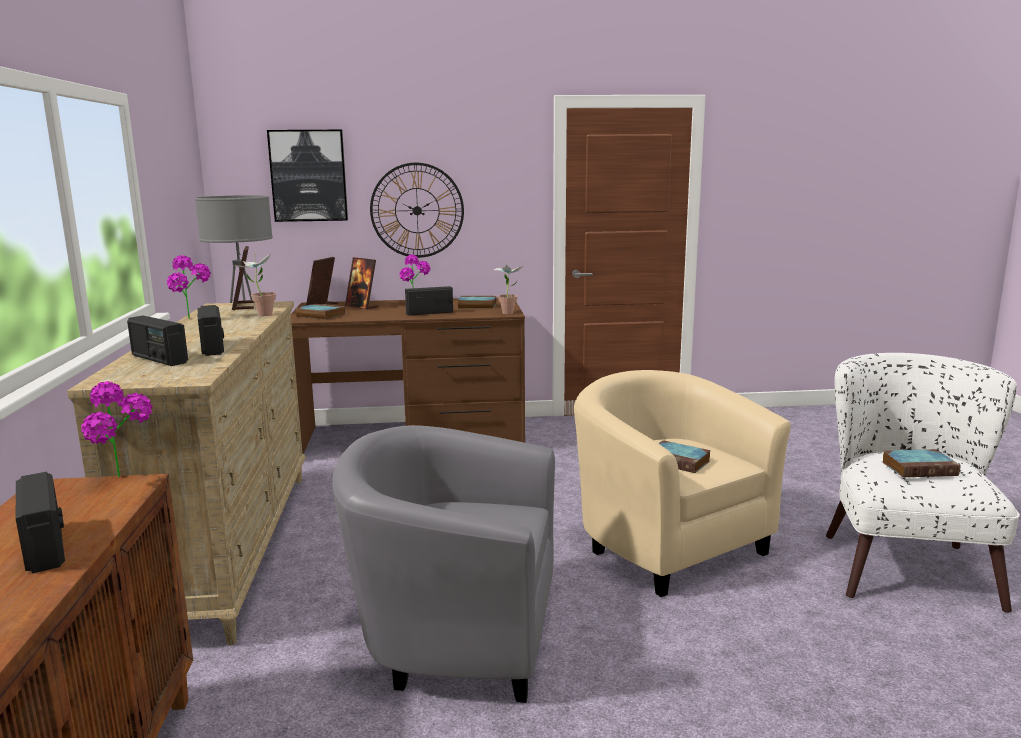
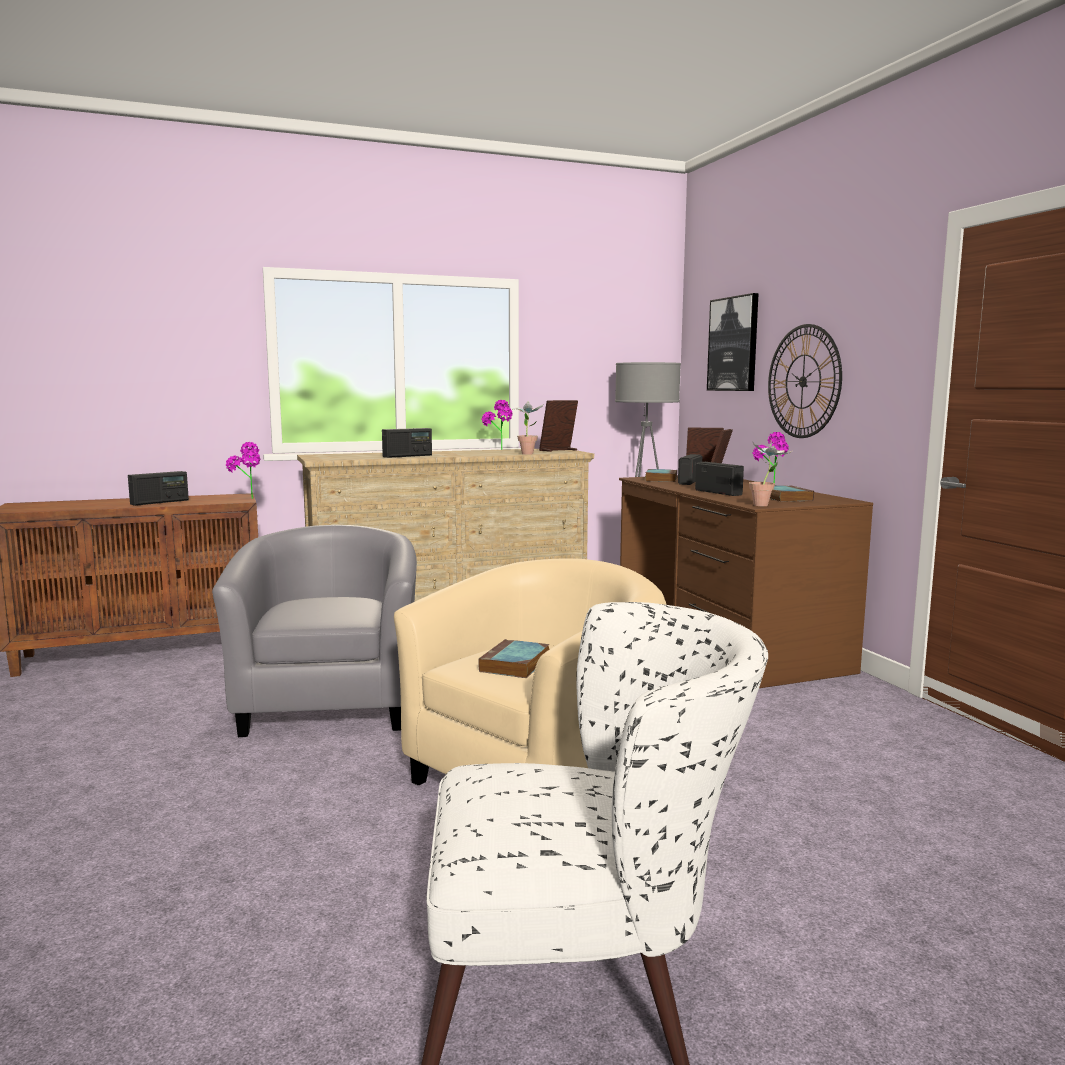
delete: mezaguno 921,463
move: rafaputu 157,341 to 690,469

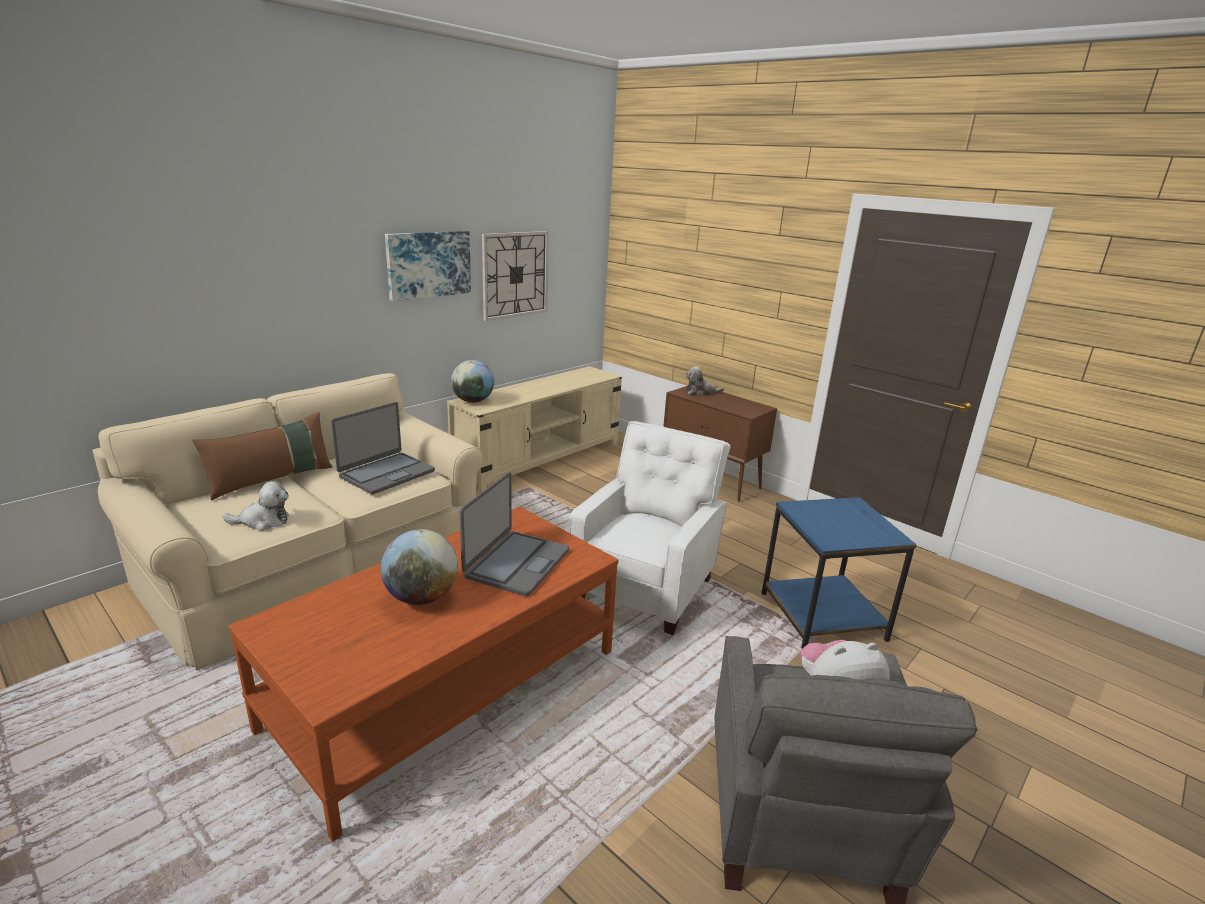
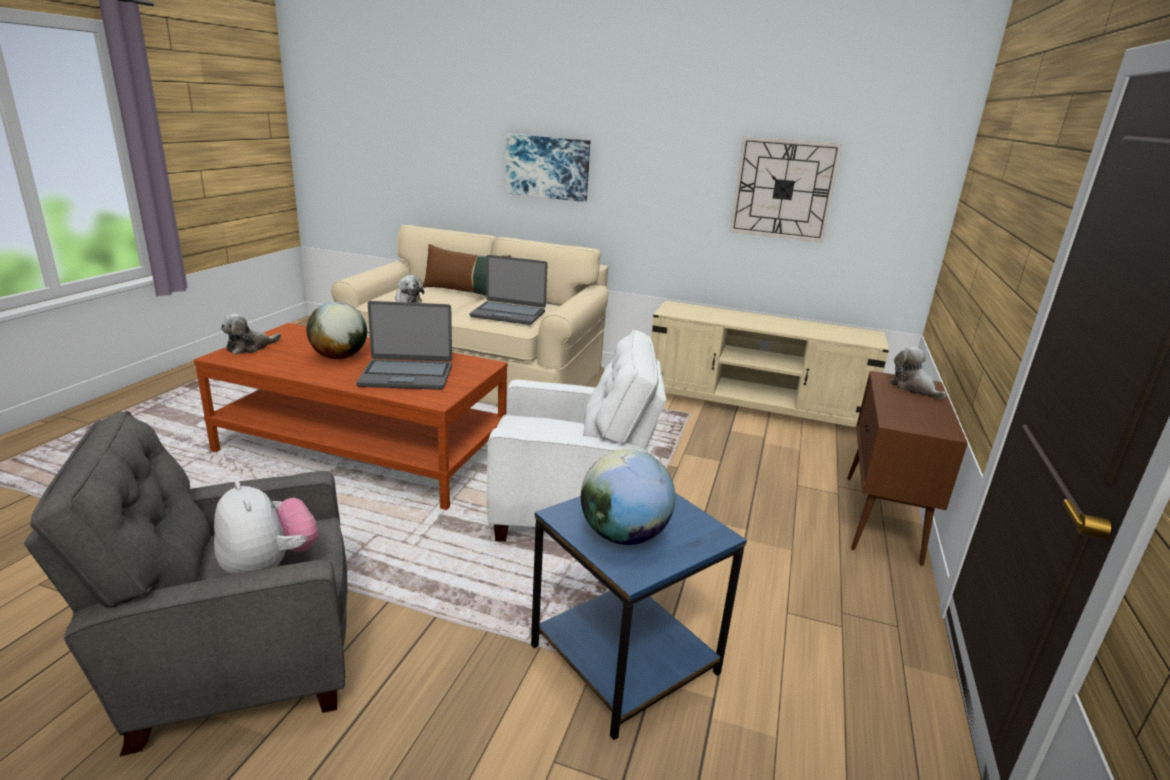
insert: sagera 251,334
move: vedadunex 428,266 to 548,168; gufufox 472,381 to 628,497

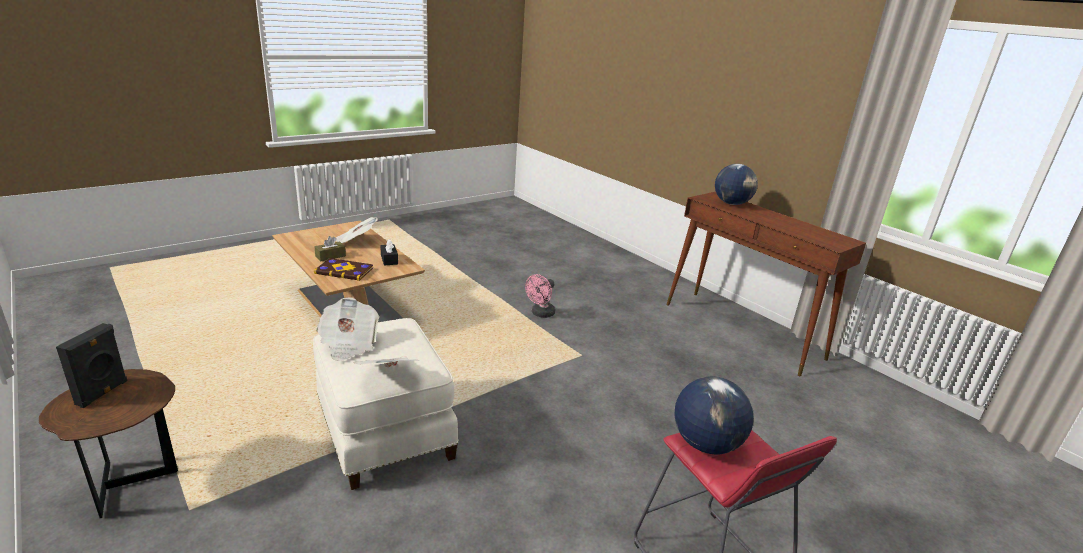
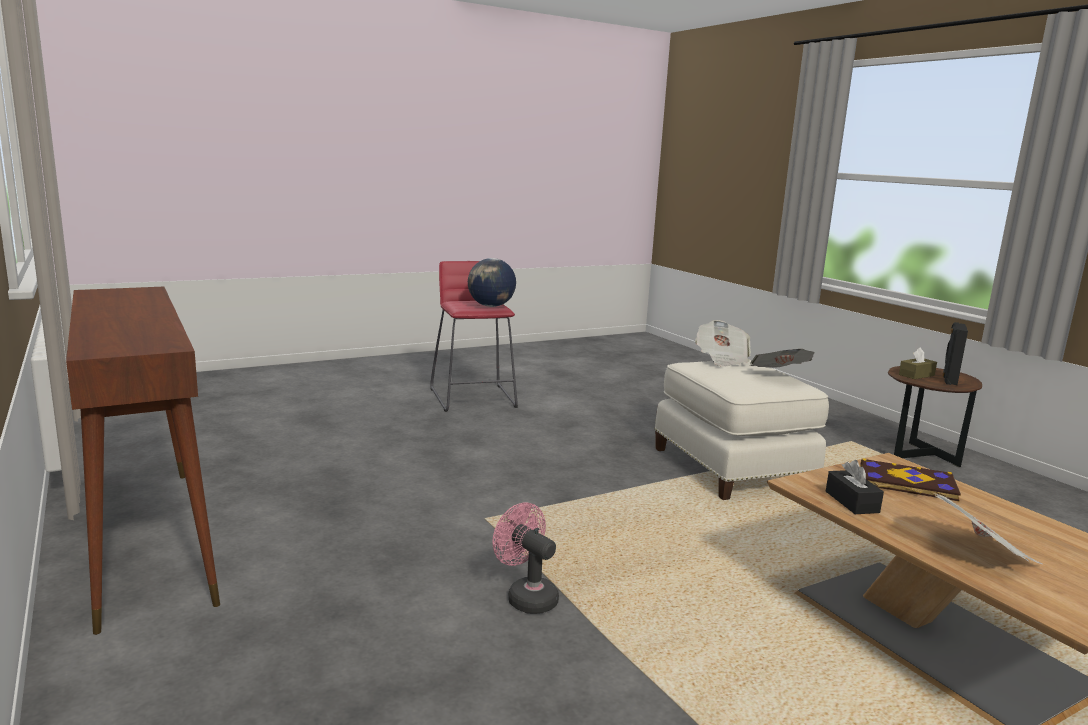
delete: gufufox 736,184
move: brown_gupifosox 330,248 to 918,363
rotate: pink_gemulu 540,296 = 525,558 90 degrees counterclockwise

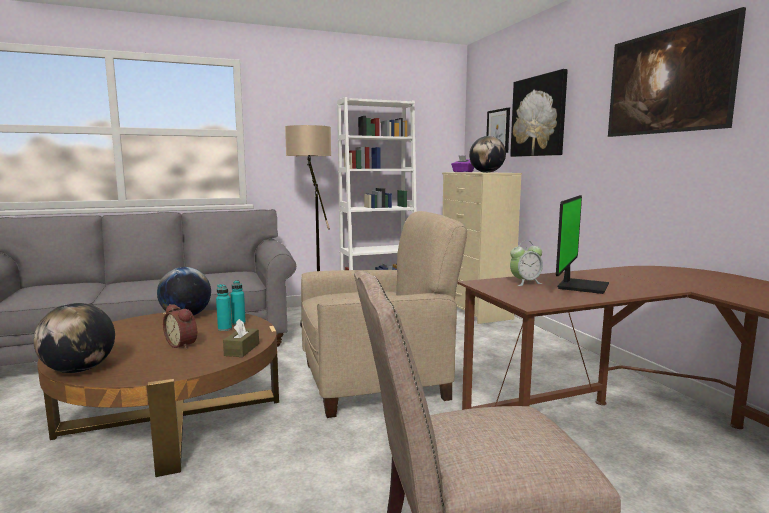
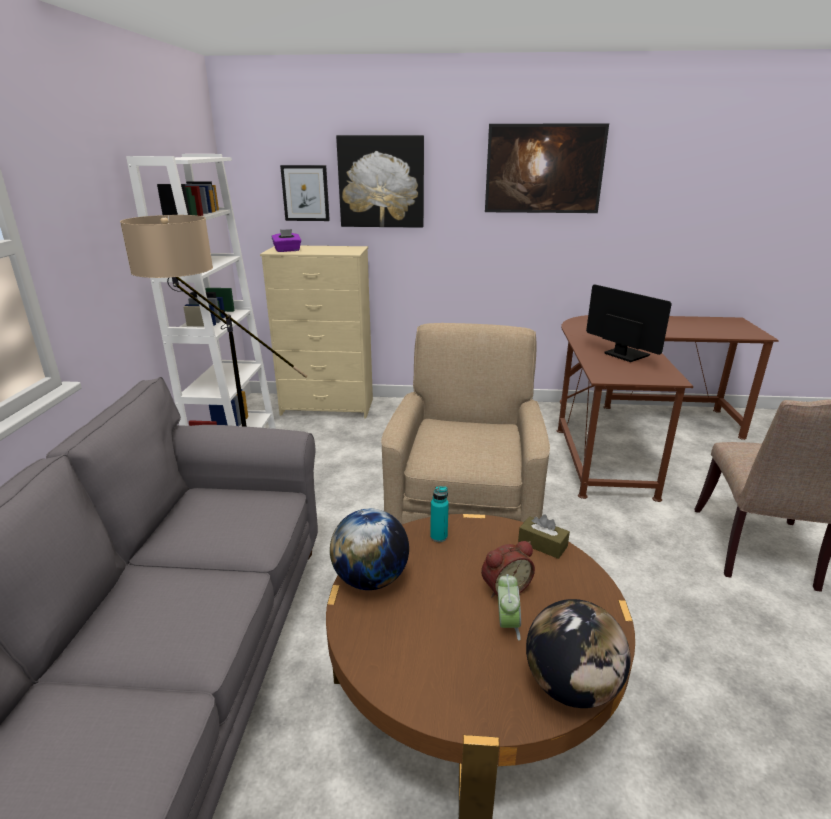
delete: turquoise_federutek 224,307; gufufox 487,154
move: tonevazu 526,263 to 509,607

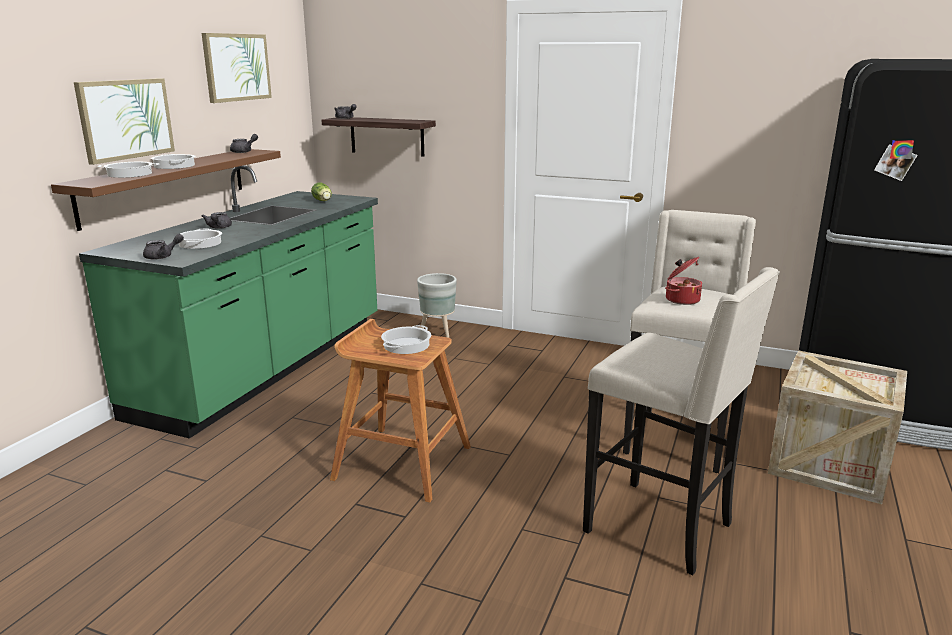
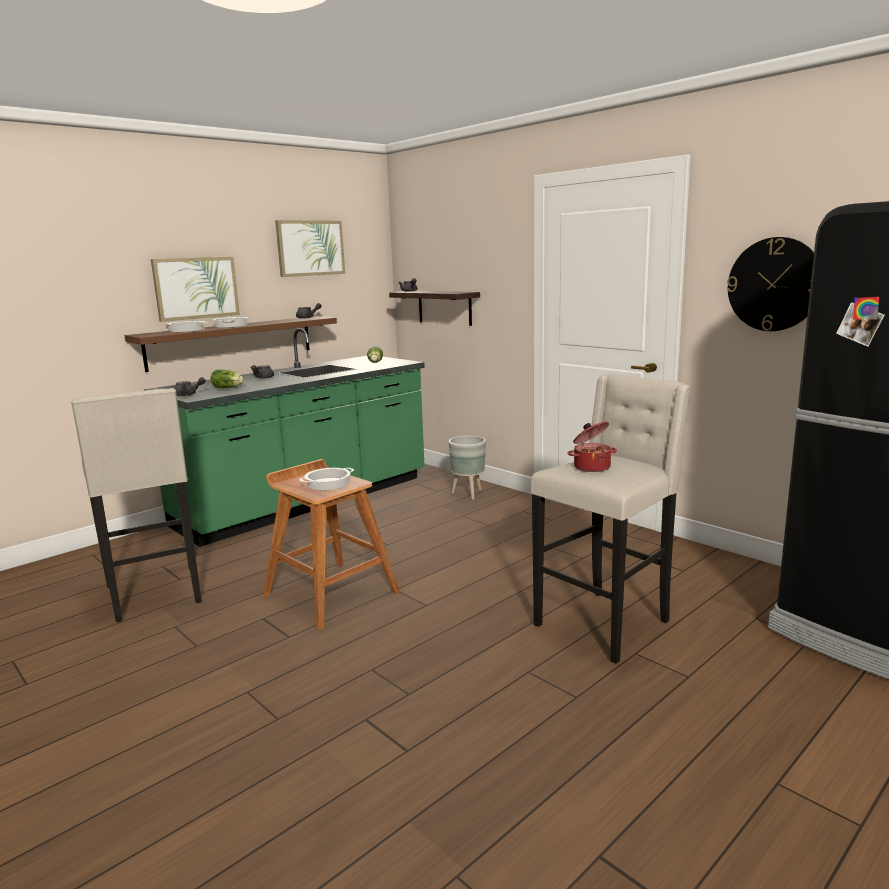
delete: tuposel 837,427
insert: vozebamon 770,284
move: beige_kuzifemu 681,421 to 136,505
replace: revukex 200,238 to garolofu 227,379

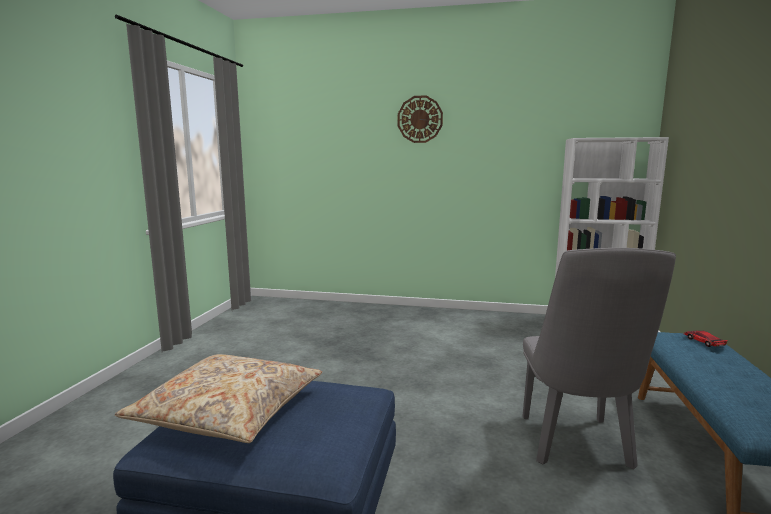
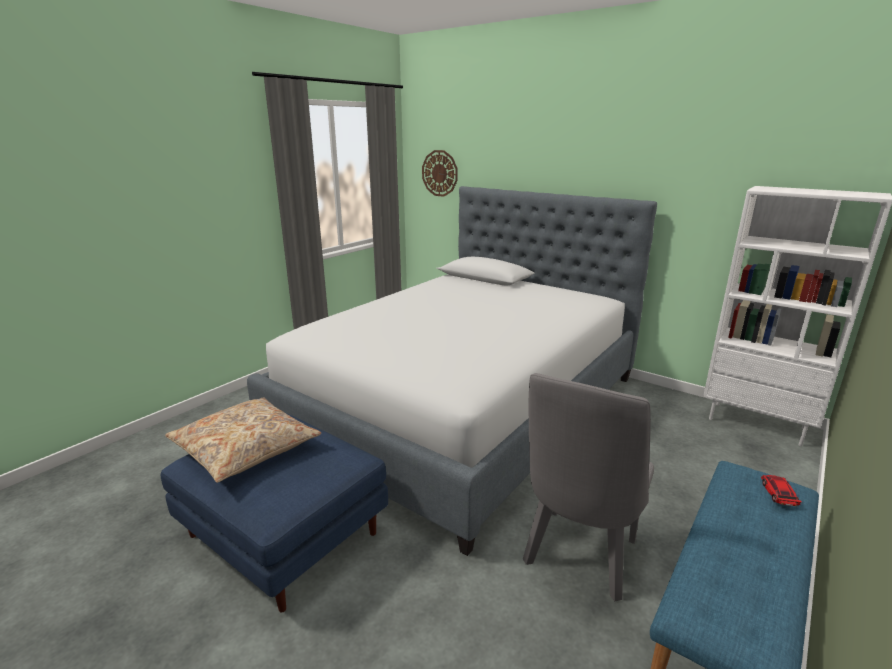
insert: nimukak 452,371
move: vozebamon 420,119 to 440,173

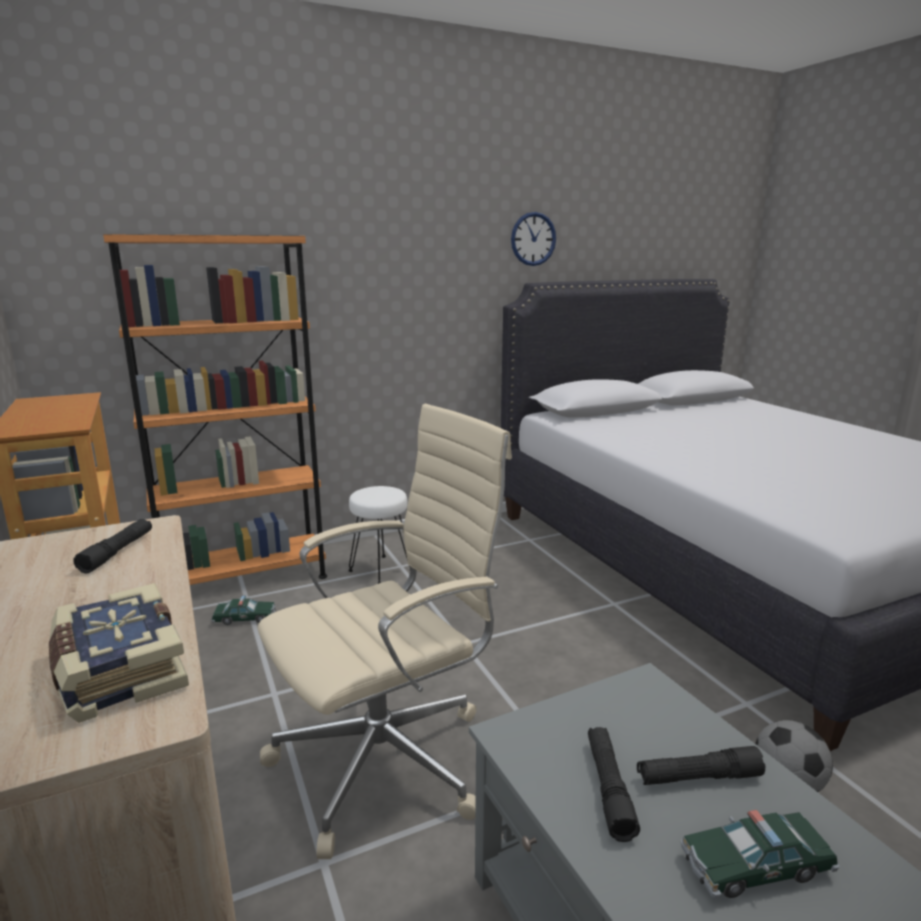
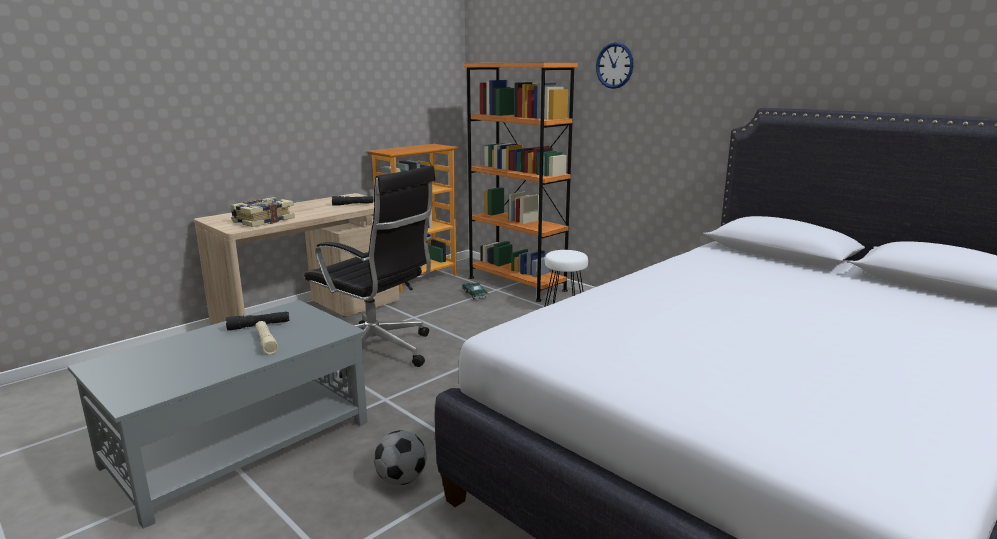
delete: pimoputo 760,854
move: vozebamon 533,239 to 615,65
recolor: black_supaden 701,765 to beige_supaden 266,338; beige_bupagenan 385,631 to black_bupagenan 370,271

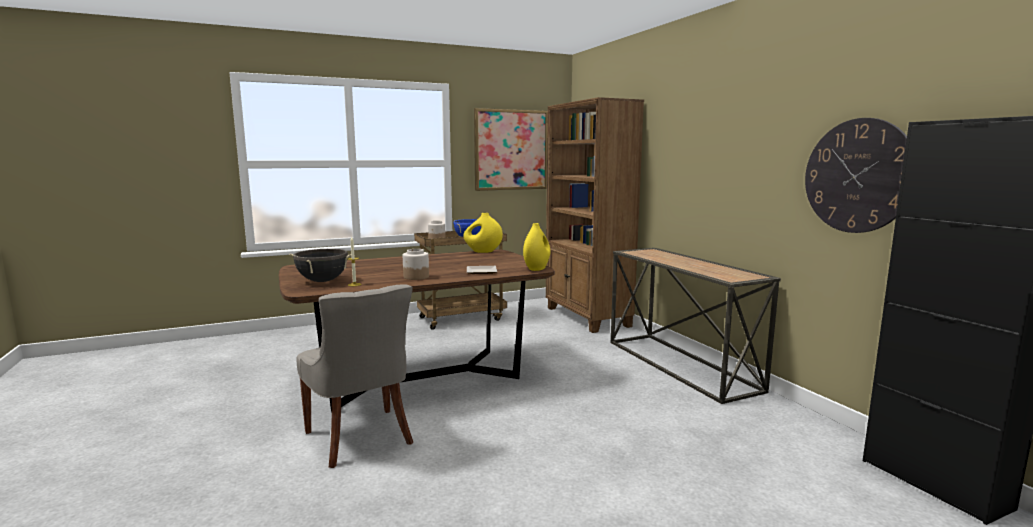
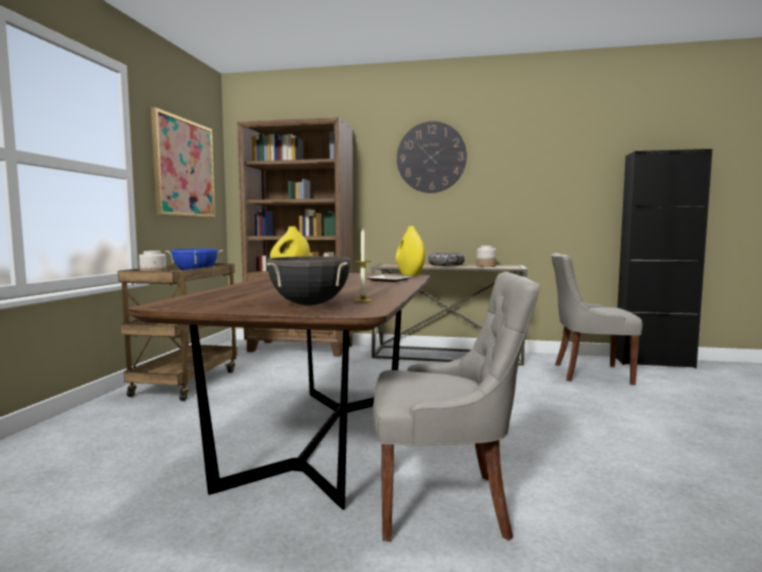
insert: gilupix 446,259; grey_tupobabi 597,319
move: vozebamon 856,175 to 432,157; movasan 416,264 to 486,256

